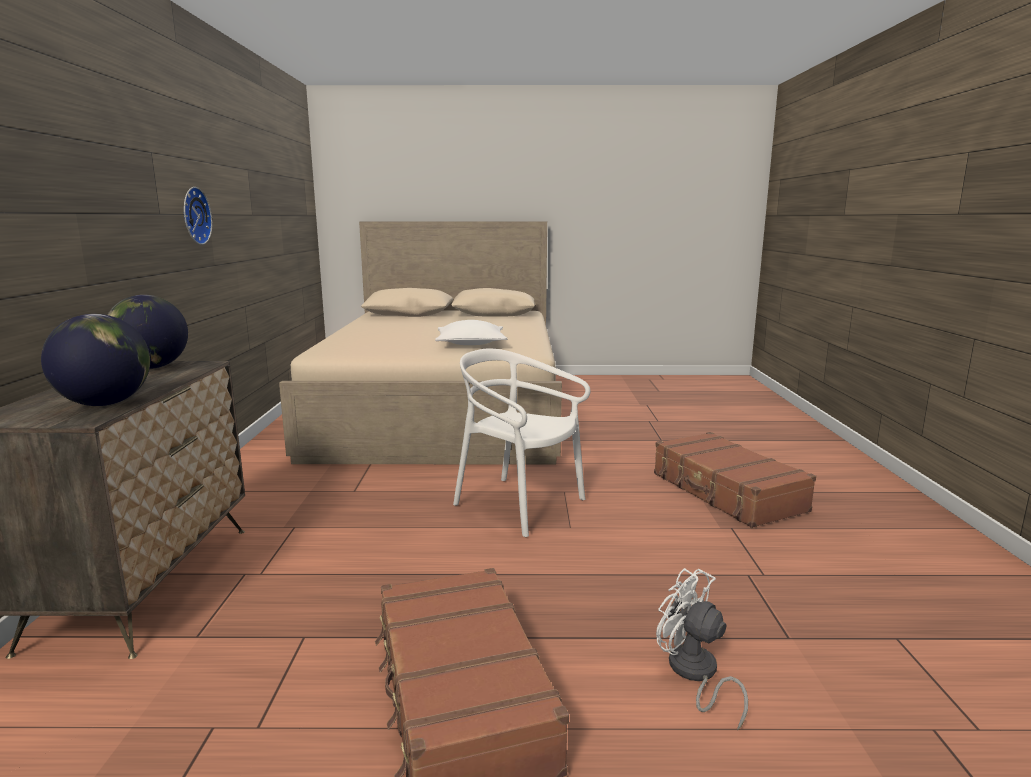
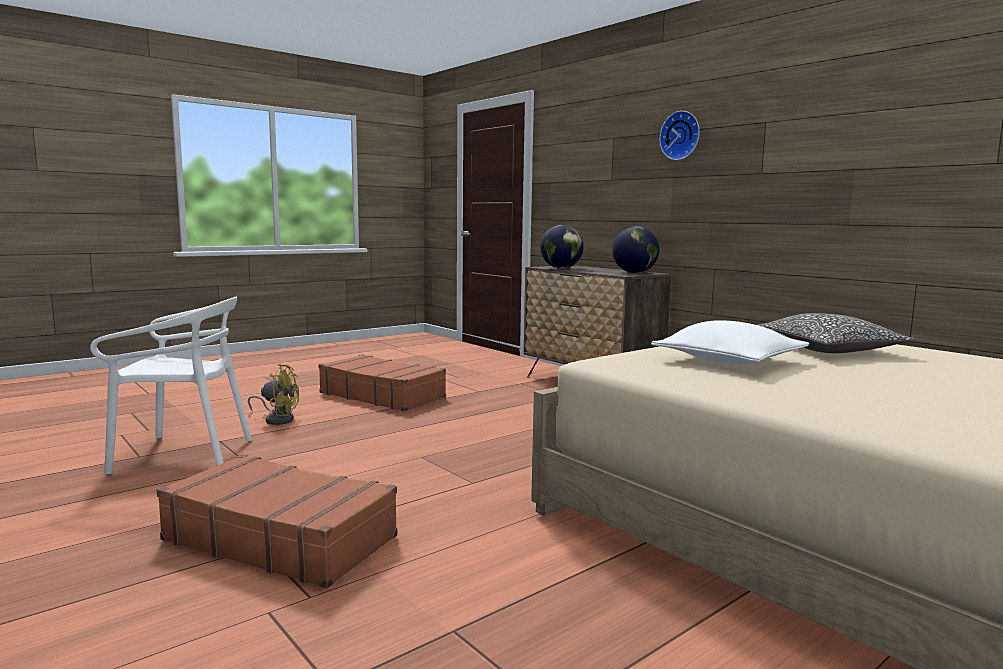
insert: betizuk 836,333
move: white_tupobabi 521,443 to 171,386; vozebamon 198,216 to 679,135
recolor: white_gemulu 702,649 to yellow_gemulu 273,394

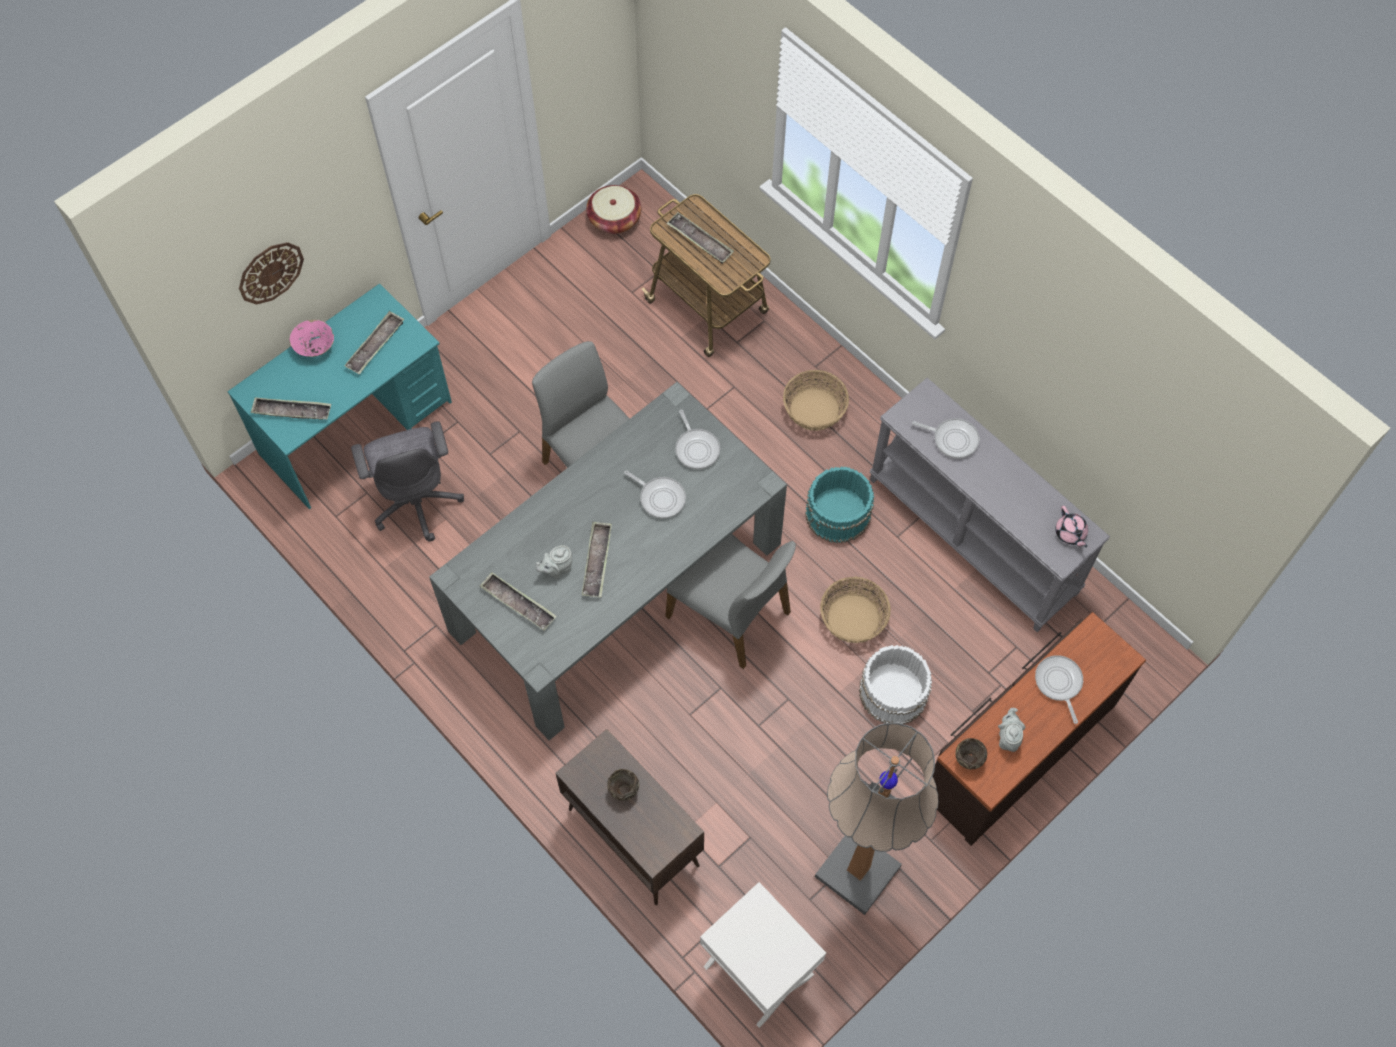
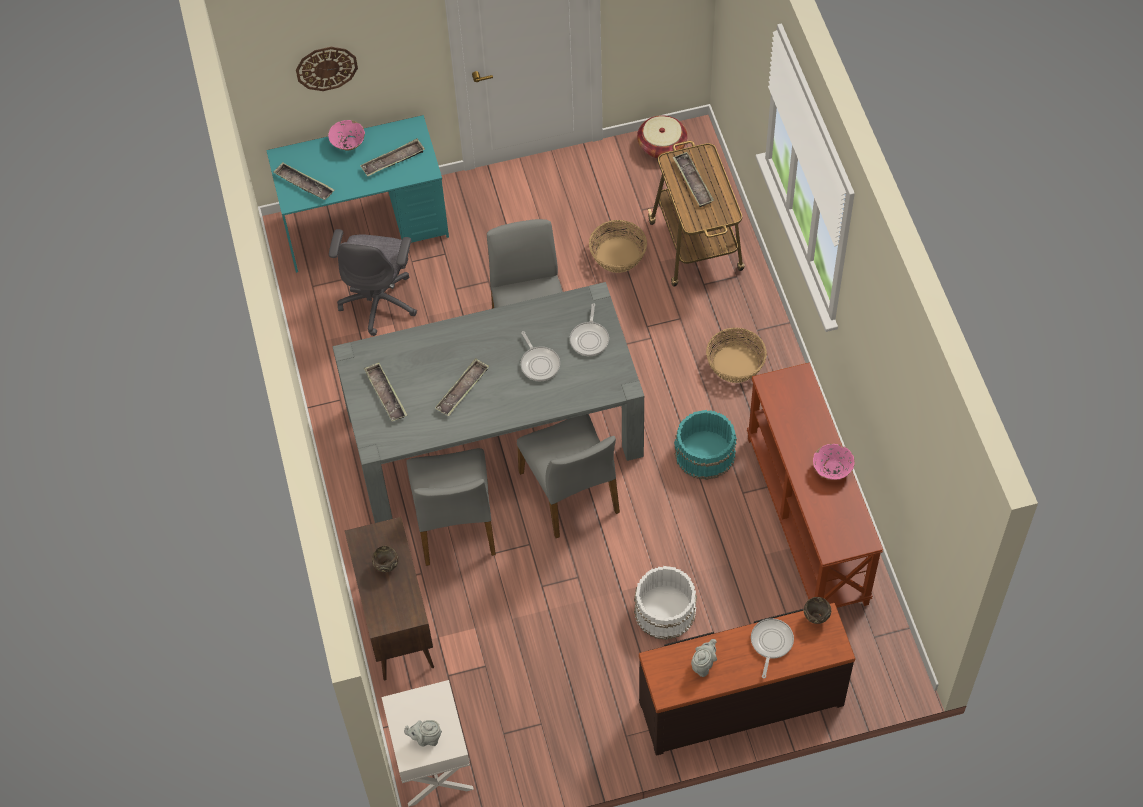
delete: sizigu 877,819; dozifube 946,438; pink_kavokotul 1071,527
insert: grey_tupobabi 451,507; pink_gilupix 834,462
move: grey_kavokotul 554,561 to 423,733; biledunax 855,610 to 618,246; brown_gilupix 971,753 to 817,610
recolor: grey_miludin 990,505 to brown_miludin 815,485

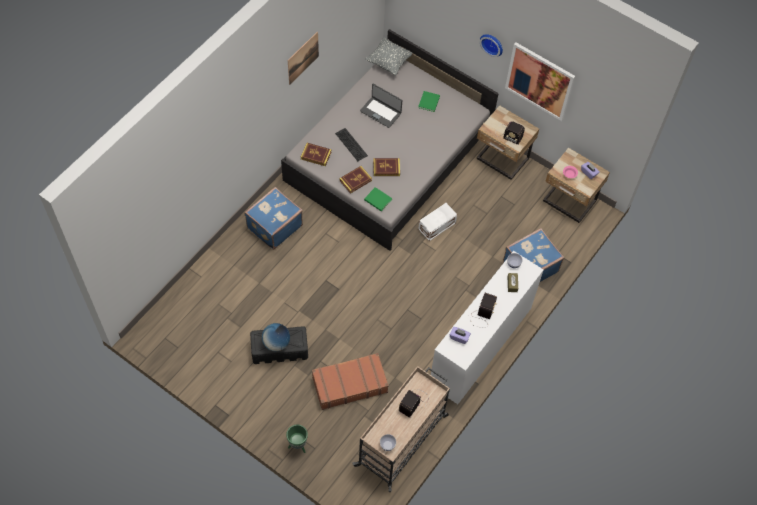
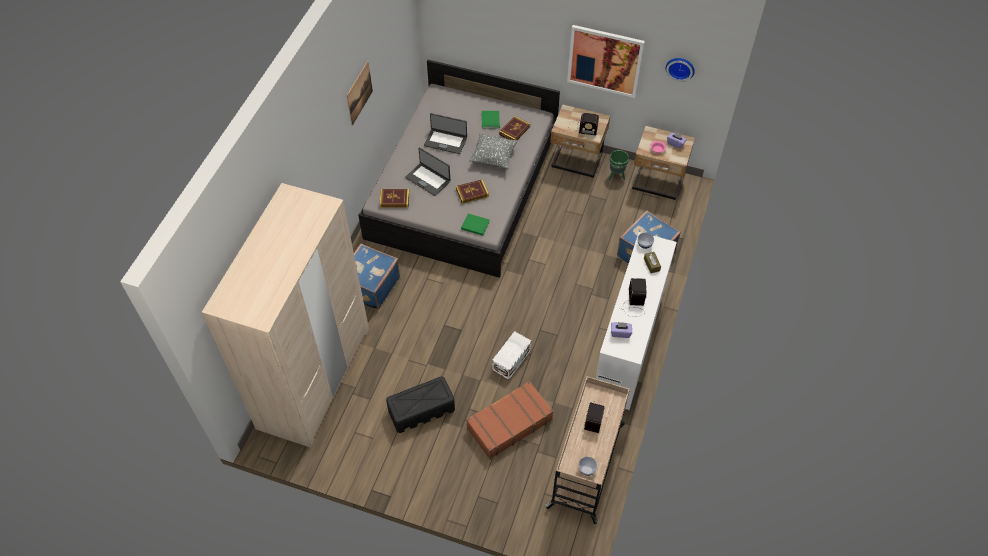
delete: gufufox 276,337
insert: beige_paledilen 285,315
move: grey_betizuk 388,56 to 493,151; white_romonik 437,222 to 511,355; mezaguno 356,180 to 514,128; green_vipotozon 297,438 to 619,165; vozebamon 491,45 to 680,70
replace: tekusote 351,144 to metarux 427,171

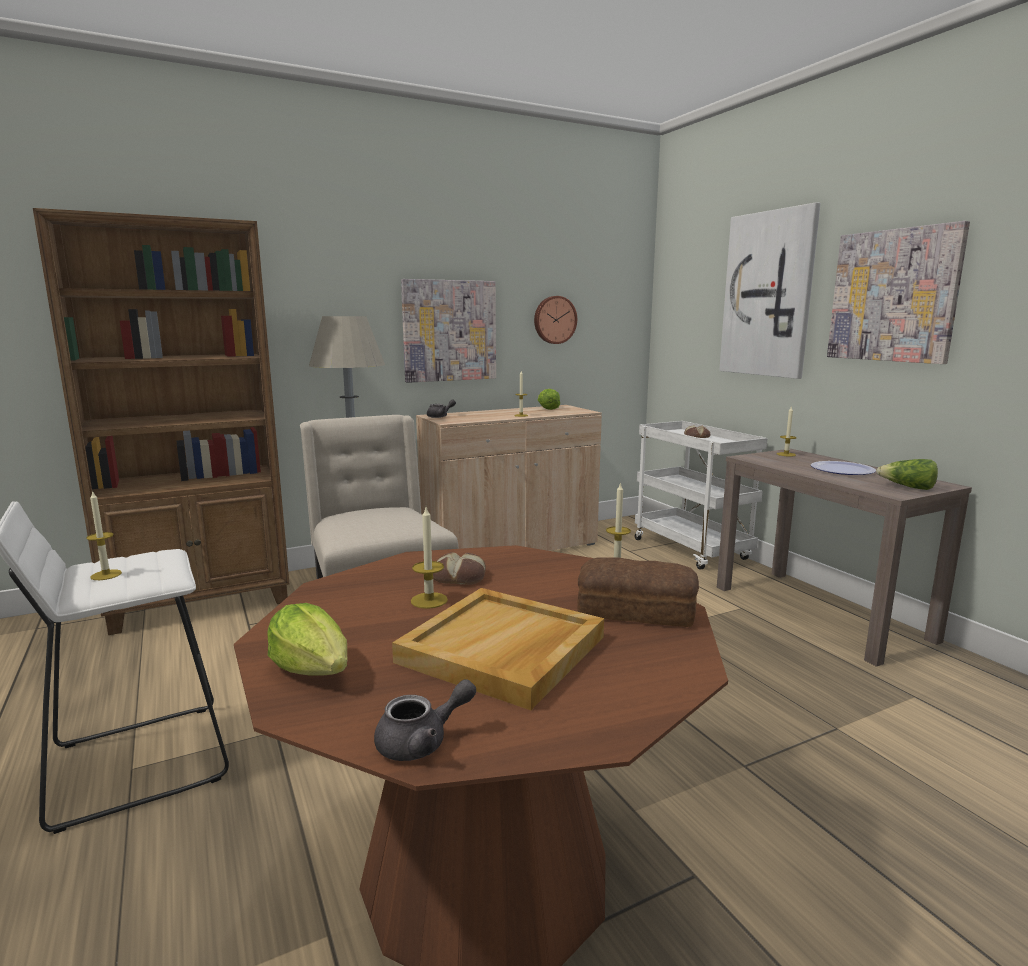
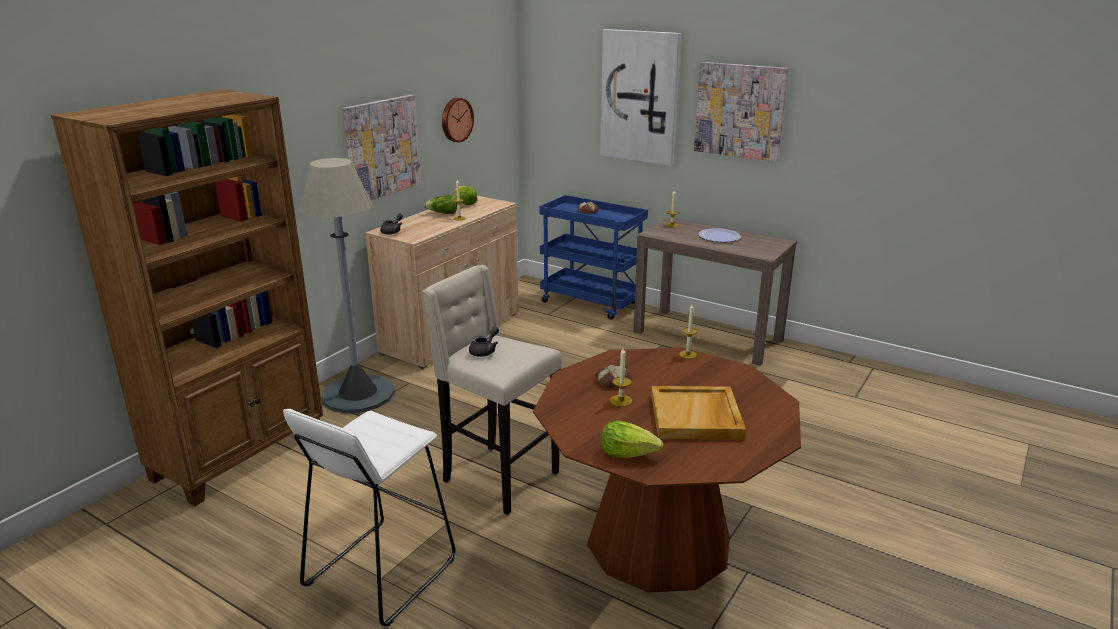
delete: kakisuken 104,535; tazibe 638,592
move: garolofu 907,474 to 440,204; grey_kavokotul 425,720 to 484,342
recolor: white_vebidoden 701,495 to blue_vebidoden 593,257

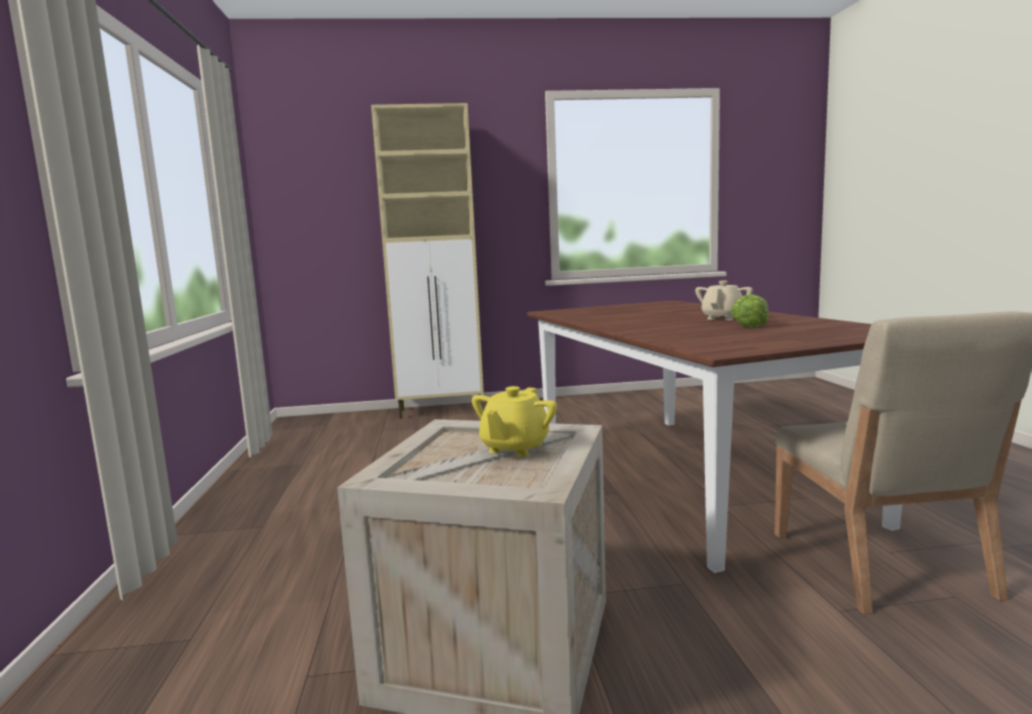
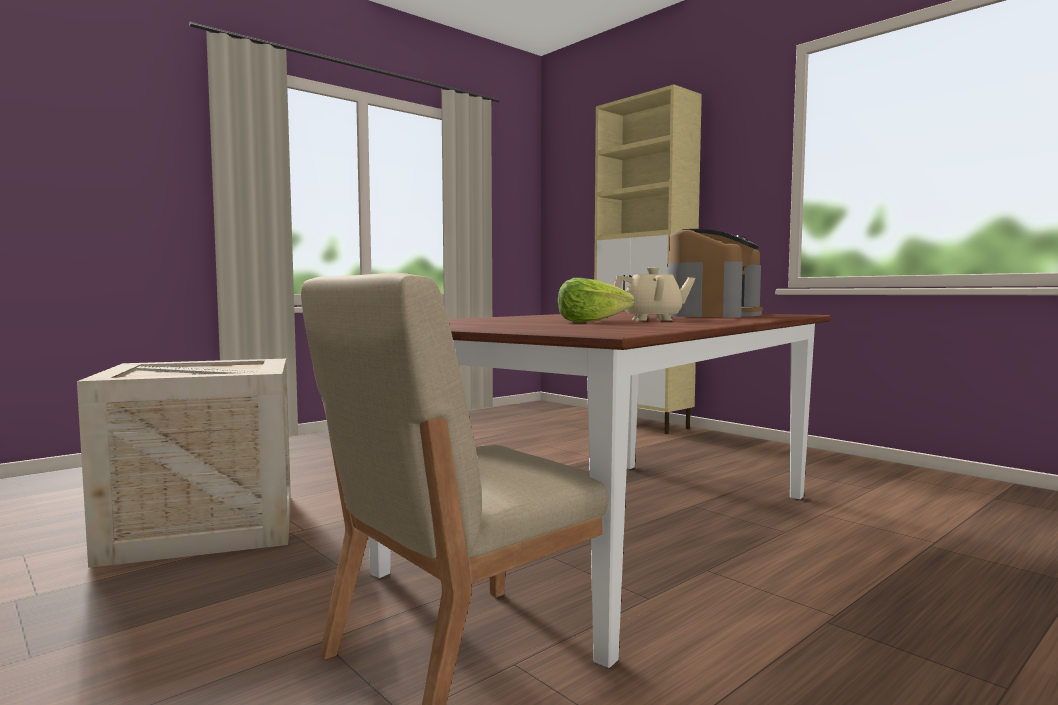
delete: yellow_kavokotul 514,421
insert: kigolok 715,273

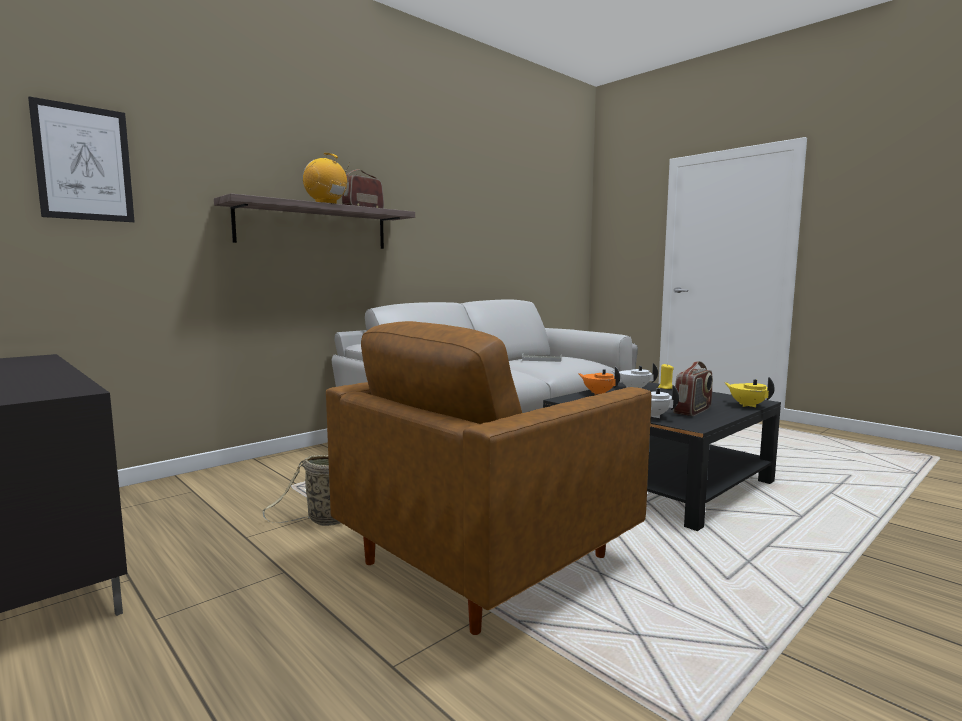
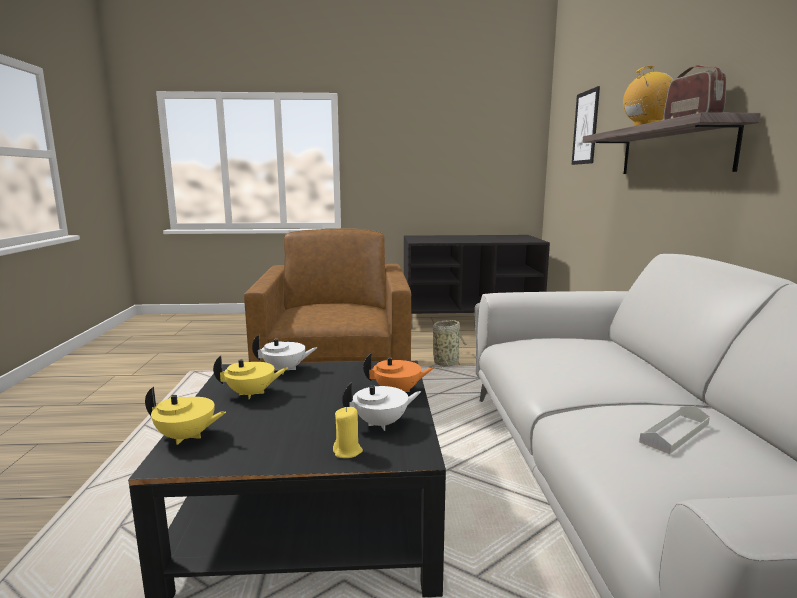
replace: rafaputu 693,388 to yellow_kavokotul 250,377

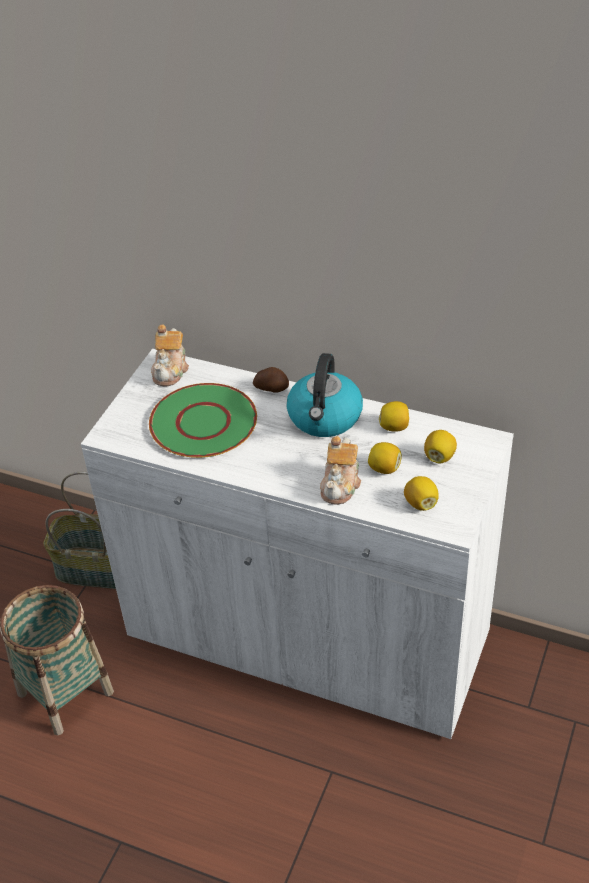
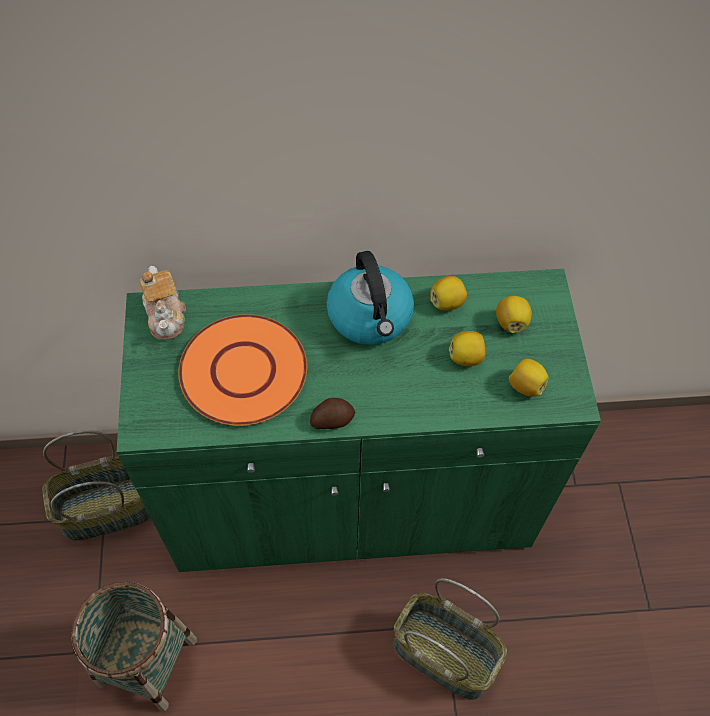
delete: kavokotul 340,470
insert: biledunax 450,639
move: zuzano 271,380 to 332,413
recolor: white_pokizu 297,544 to green_pokizu 359,420; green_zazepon 203,420 to orange_zazepon 242,370

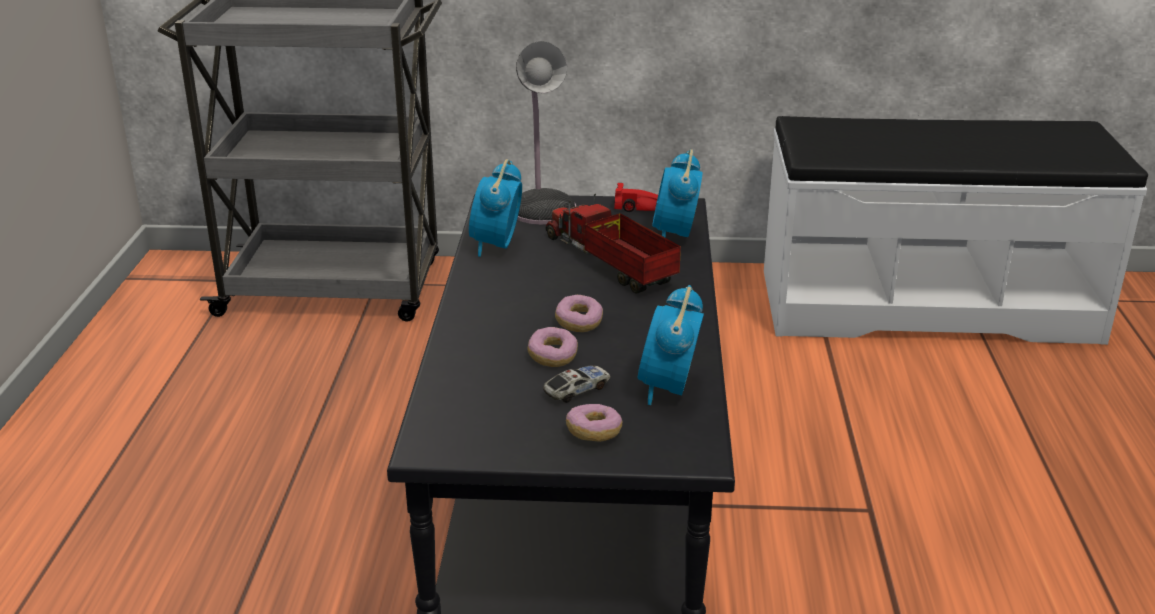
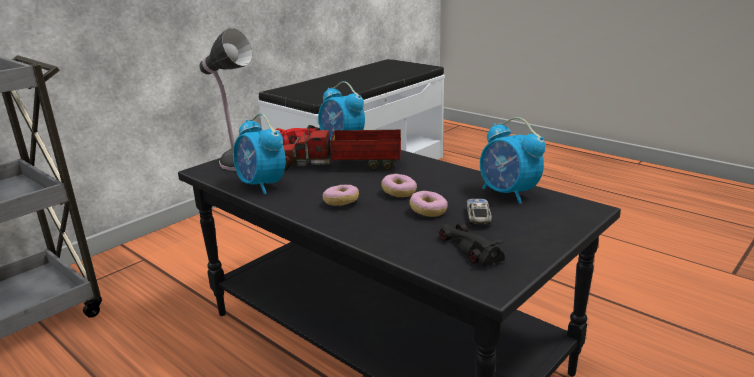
insert: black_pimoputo 471,245
move: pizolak 594,423 to 341,195

